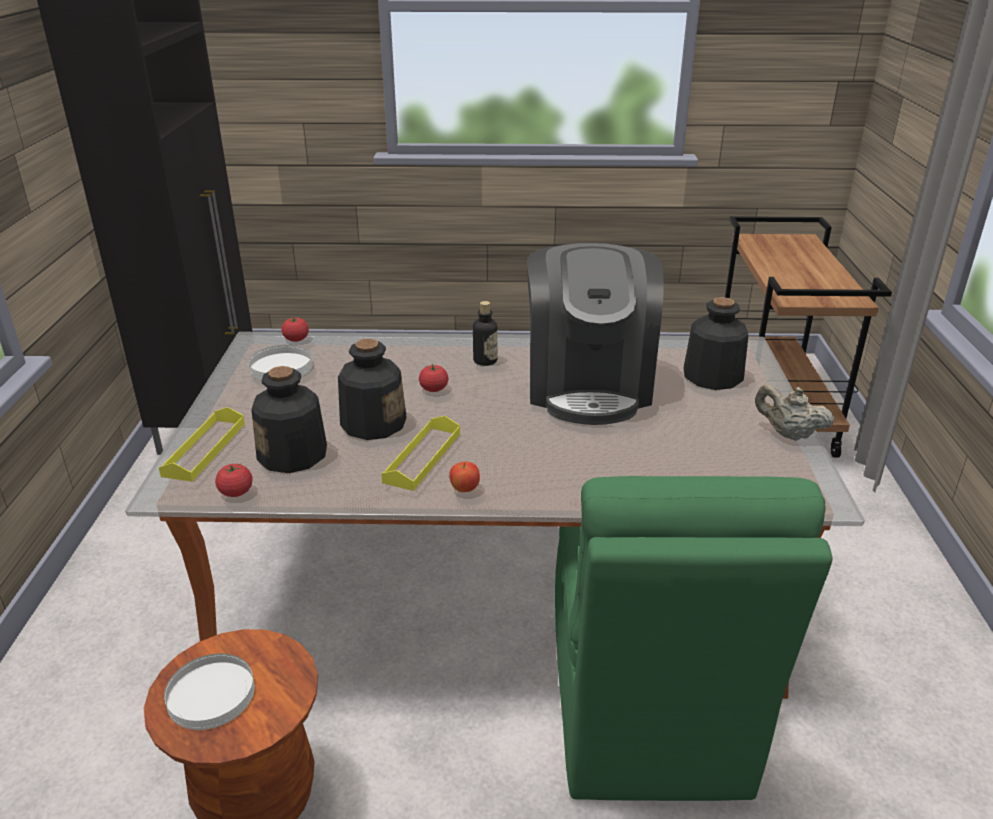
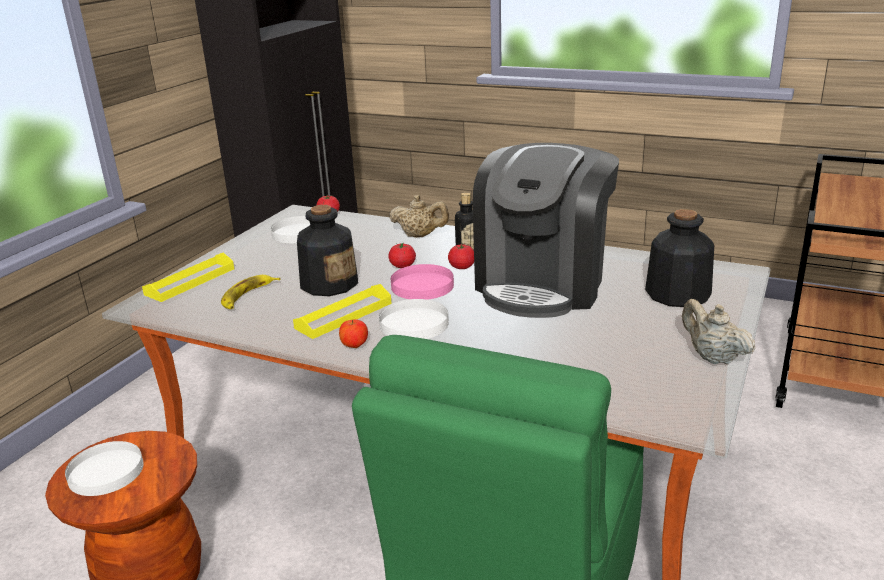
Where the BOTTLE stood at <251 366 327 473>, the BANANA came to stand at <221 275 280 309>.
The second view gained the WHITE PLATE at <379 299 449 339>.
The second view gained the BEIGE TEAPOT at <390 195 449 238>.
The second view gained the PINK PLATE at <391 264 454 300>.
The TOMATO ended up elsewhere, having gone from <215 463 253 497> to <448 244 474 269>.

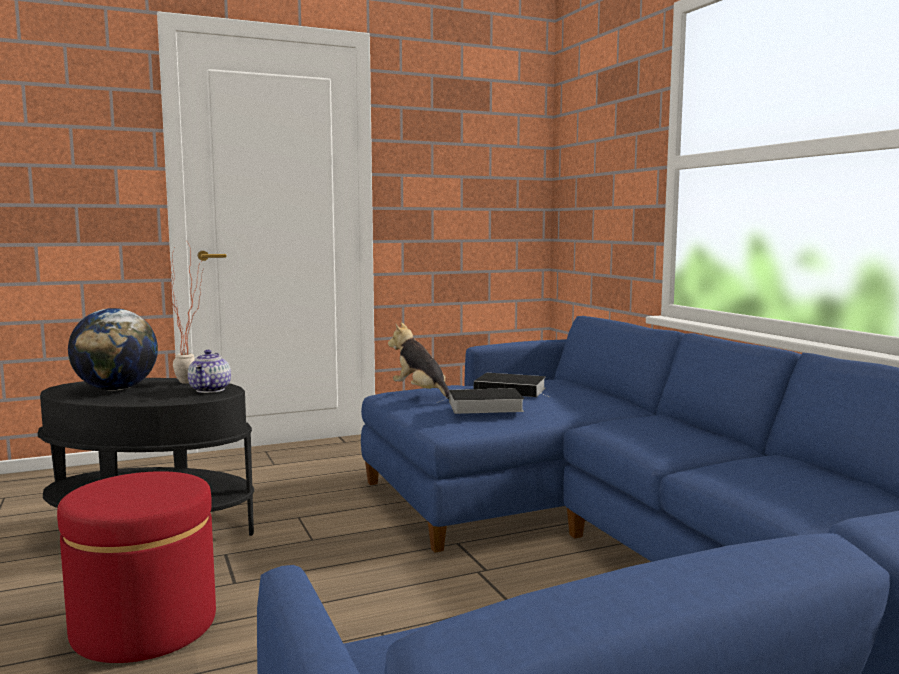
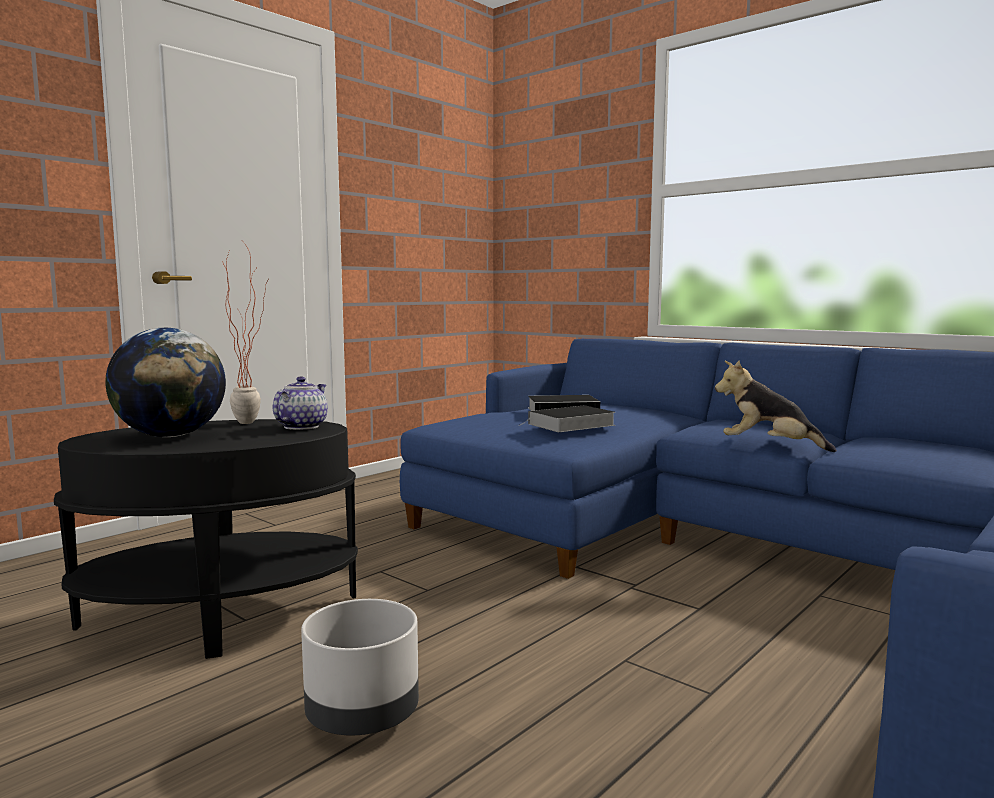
The TEAPOT at <188 350 231 393> ended up facing another way, 135 degrees counterclockwise from before.
Where the RED OTTOMAN stood at <57 471 216 663>, the GREY PLANTER came to stand at <301 599 419 735>.
The PLUSH TOY ended up elsewhere, having gone from <388 322 449 399> to <715 360 837 452>.

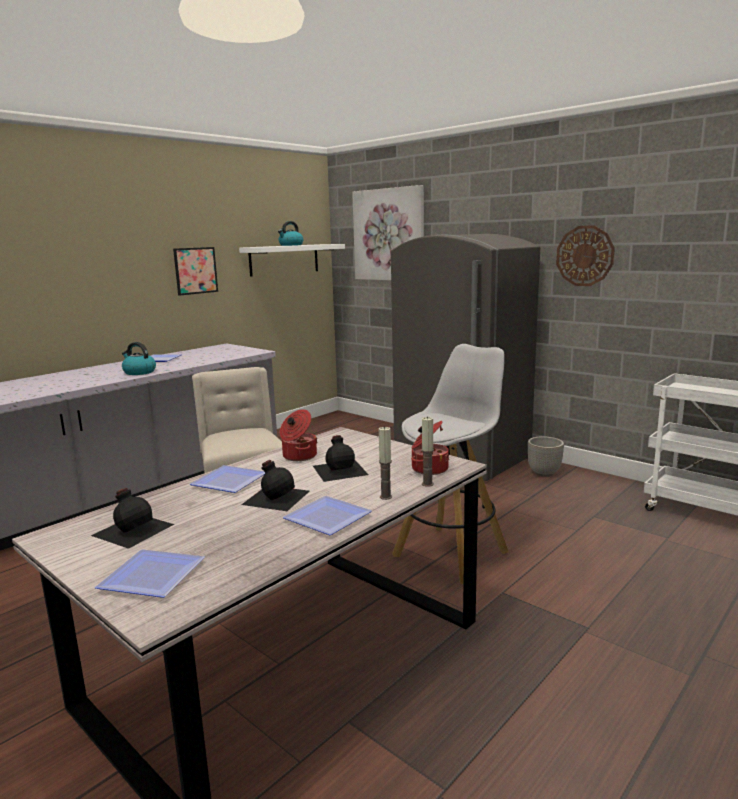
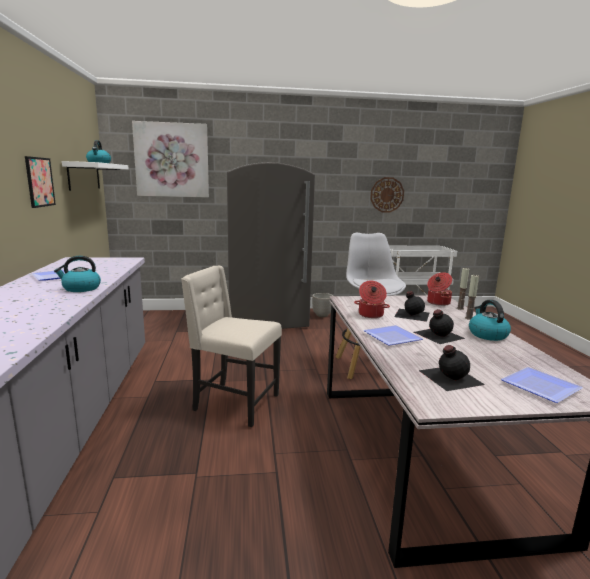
The WALL CLOCK ended up elsewhere, having gone from <556 225 615 286> to <370 177 404 213>.
Where the PLATE stood at <283 496 372 535>, the KETTLE came to stand at <469 300 511 341>.

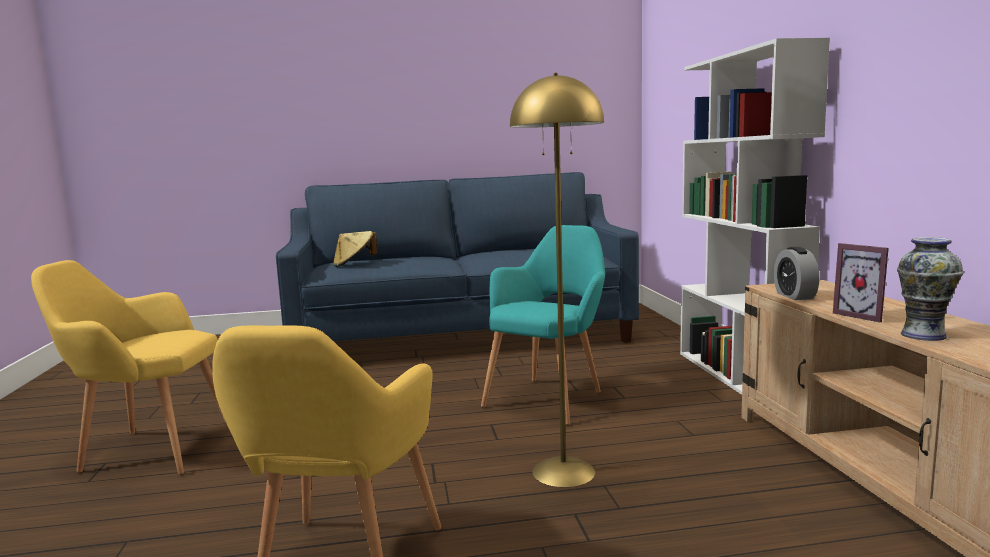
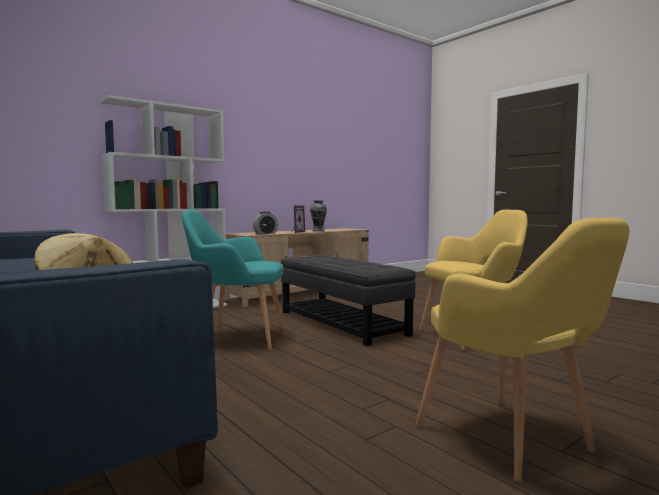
Where the YELLOW FLOOR LAMP stood at <510 73 604 487>, the BLACK OTTOMAN came to stand at <281 255 416 346>.

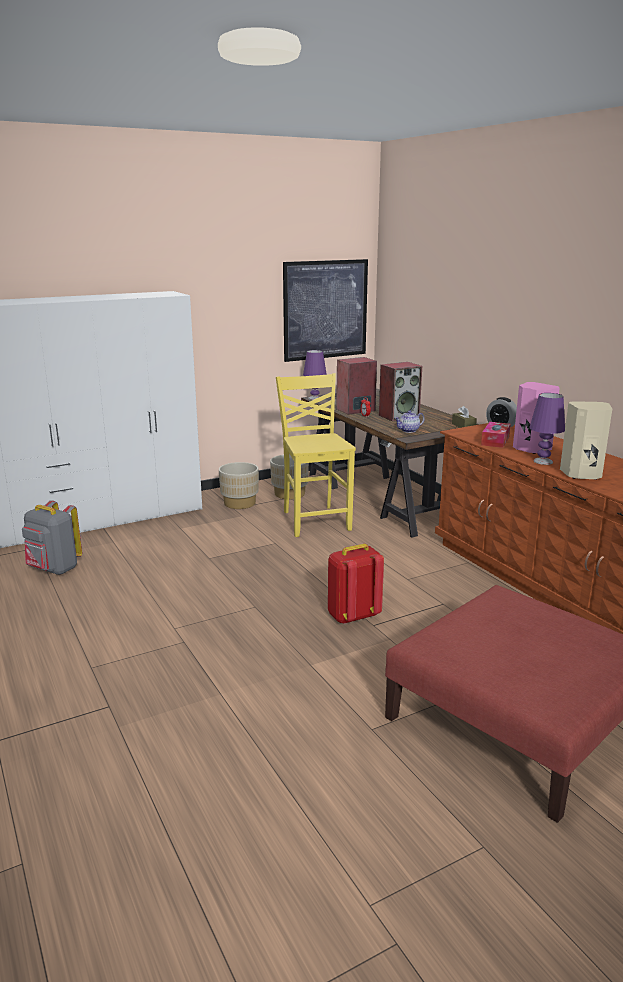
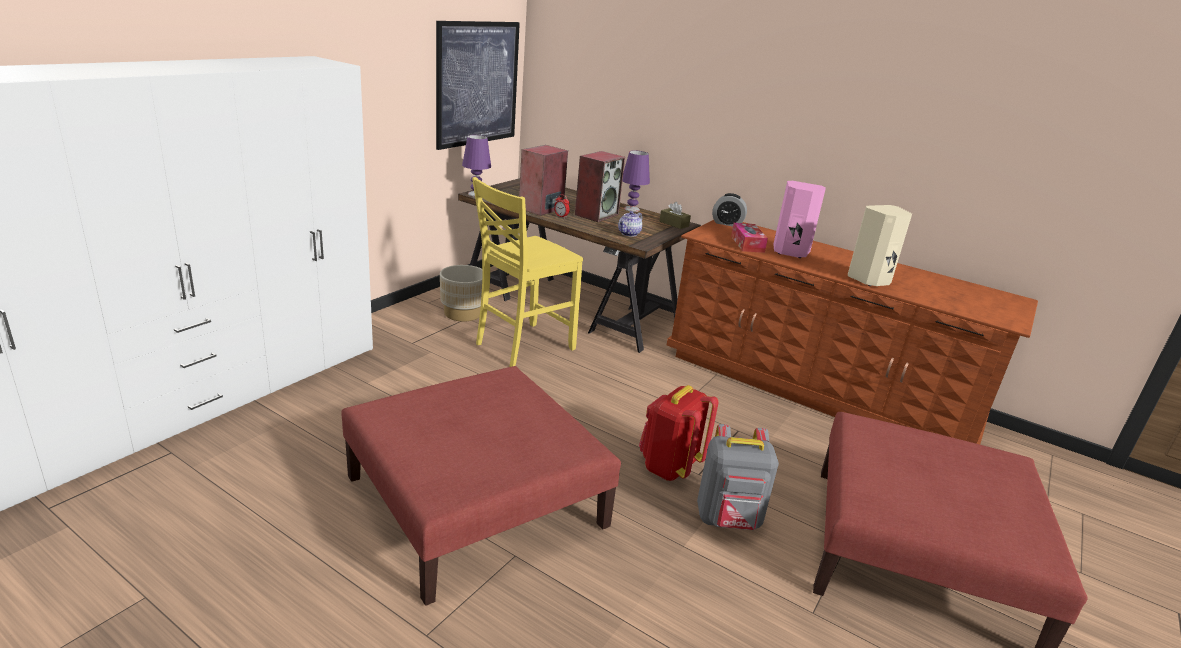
The second view gained the RED OTTOMAN at <341 366 621 606>.
The YELLOW CHAIR at <276 373 356 537> ended up facing another way, 90 degrees counterclockwise from before.
The PURPLE TABLE LAMP ended up elsewhere, having gone from <529 393 565 465> to <622 151 650 212>.
The GREY BACKPACK ended up elsewhere, having gone from <22 500 82 575> to <697 424 779 530>.
The second view lost the BEIGE PLANTER at <219 462 259 509>.

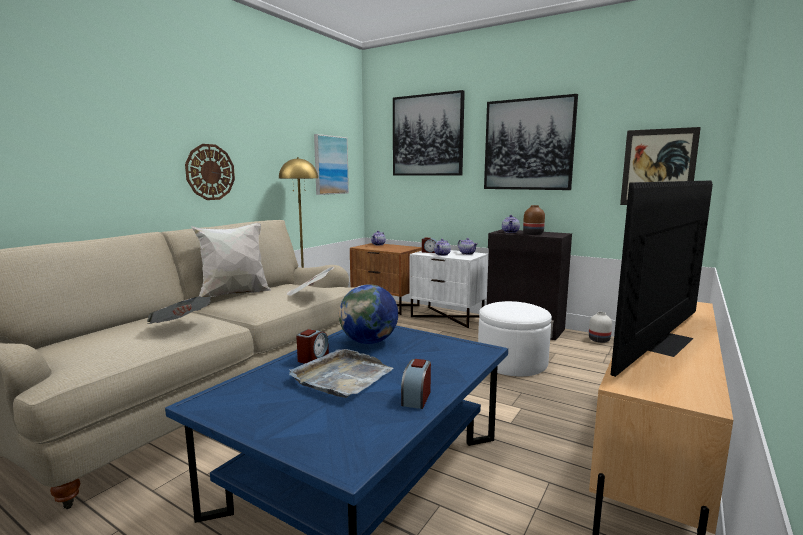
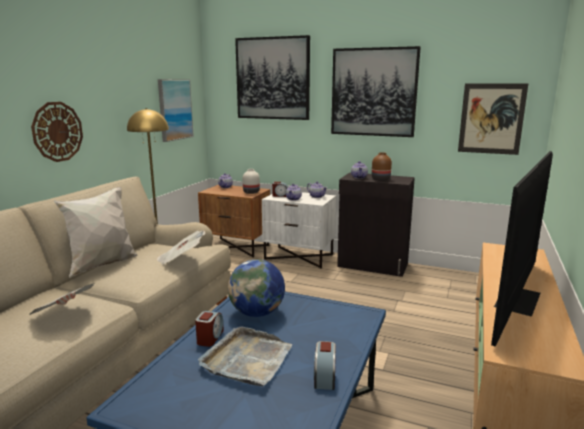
The WHITE VASE ended up elsewhere, having gone from <589 312 612 343> to <243 169 260 194>.
The second view lost the WHITE OTTOMAN at <478 301 552 376>.

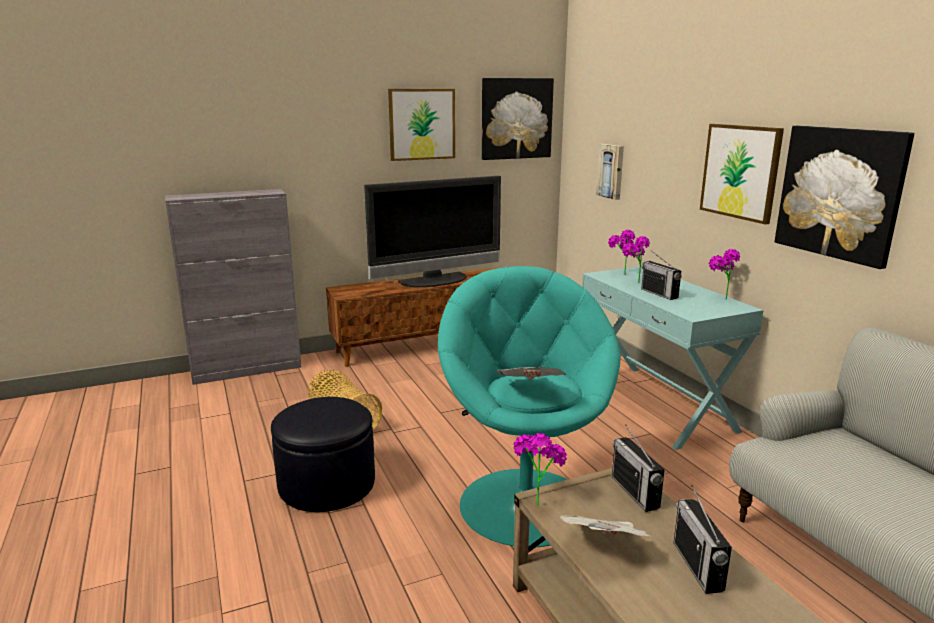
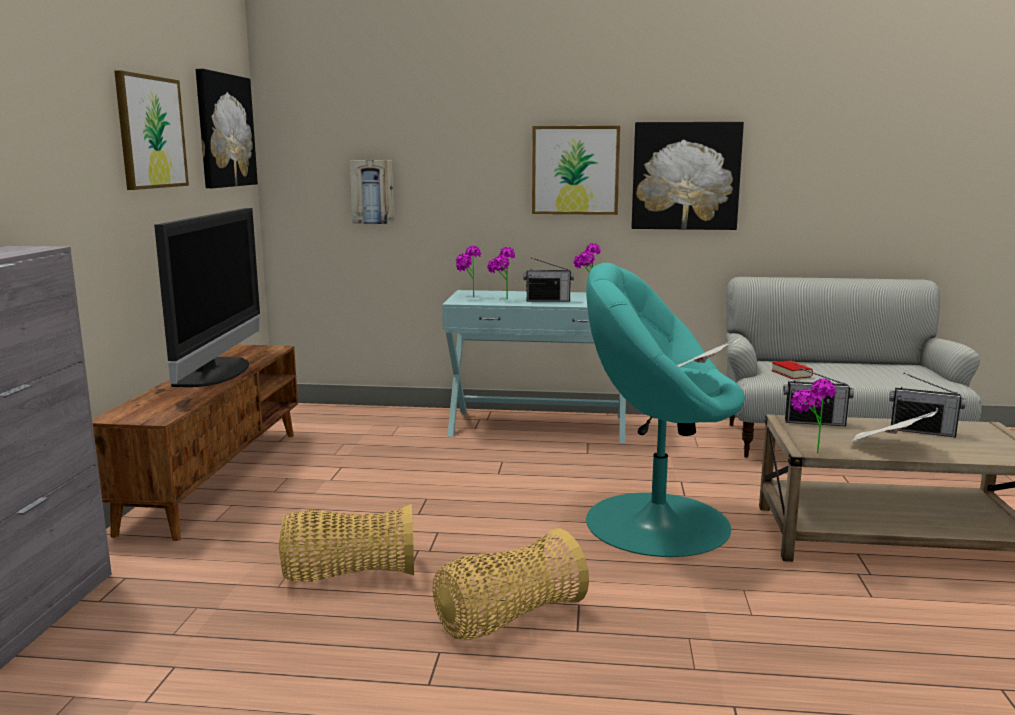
Where the BLACK OTTOMAN stood at <271 397 375 512>, the BASKET came to stand at <433 528 589 640>.
The second view gained the BOOK at <771 361 813 379>.

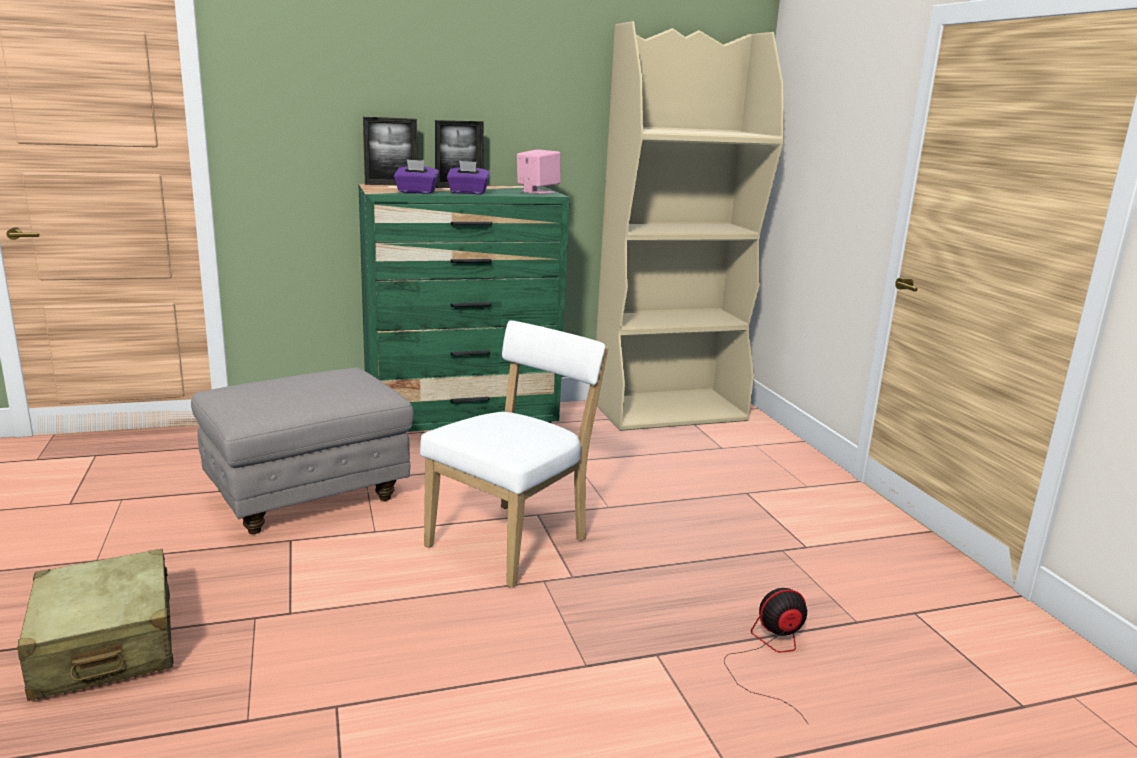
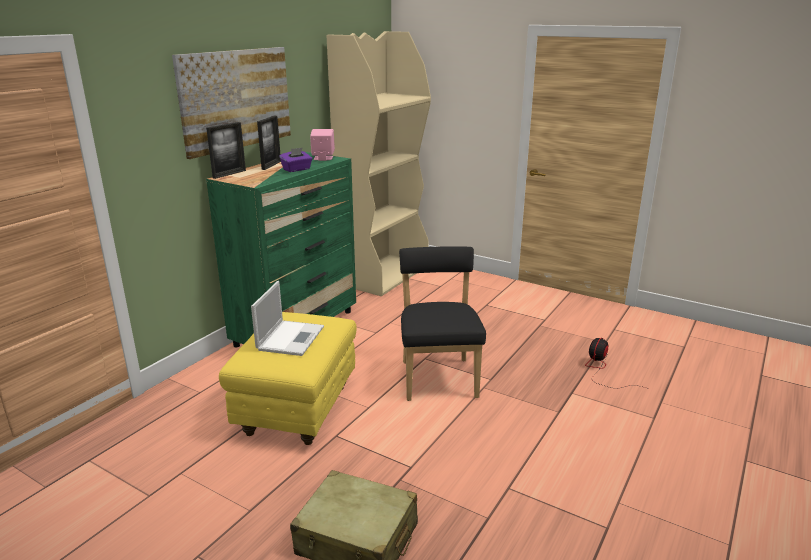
The second view gained the PICTURE at <172 47 291 159>.
What was the GREY OTTOMAN at <191 367 414 534> turned into the YELLOW OTTOMAN at <219 312 357 445>.
The second view gained the LAPTOP at <251 281 324 356>.
What was the WHITE CHAIR at <420 320 608 588> turned into the BLACK CHAIR at <399 246 486 401>.
The second view lost the PURPLE TISSUE BOX at <394 159 439 194>.

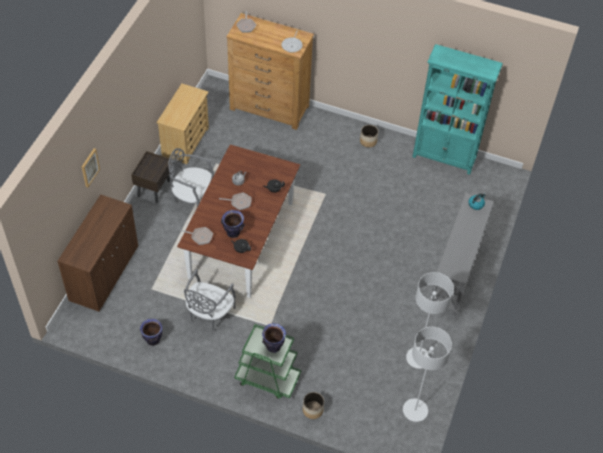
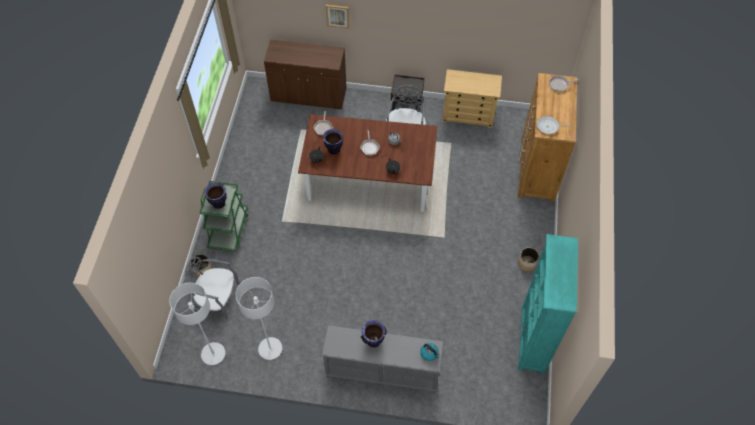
The GREY CHAIR ended up elsewhere, having gone from <184 269 236 331> to <184 257 239 320>.
The VASE ended up elsewhere, having gone from <140 319 162 346> to <361 320 387 347>.

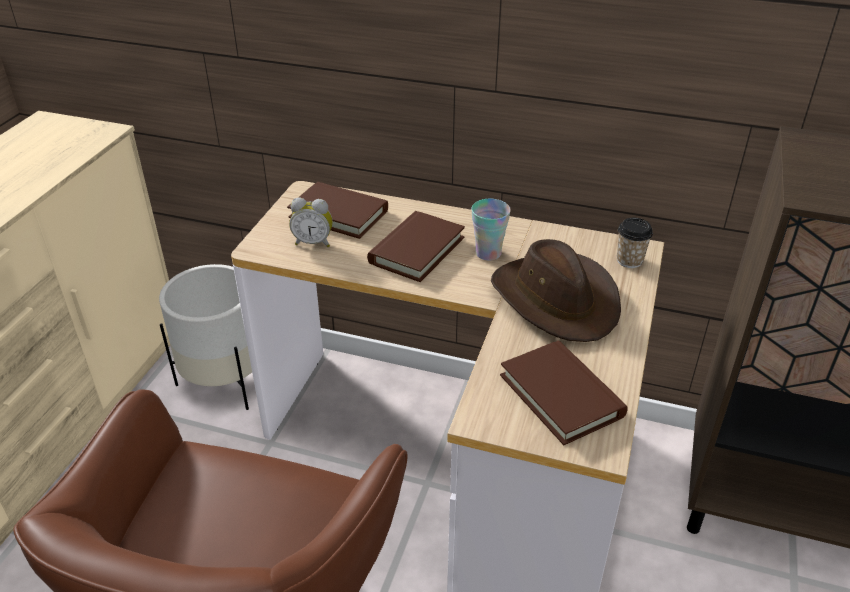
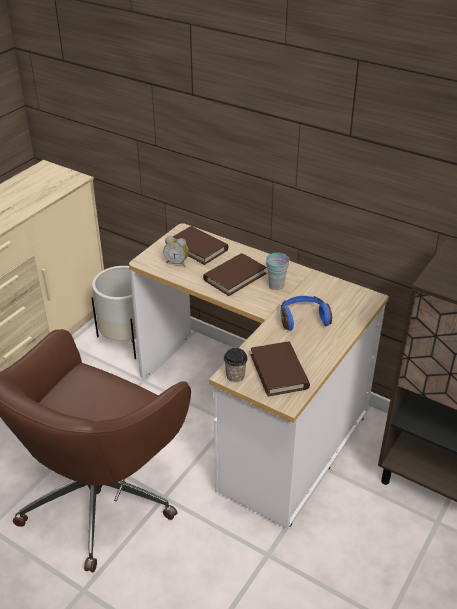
The CUP ended up elsewhere, having gone from <617 218 653 268> to <224 348 248 383>.
Where the BROWN HAT stood at <491 239 621 342>, the BLUE HEADPHONES came to stand at <280 296 332 331>.

